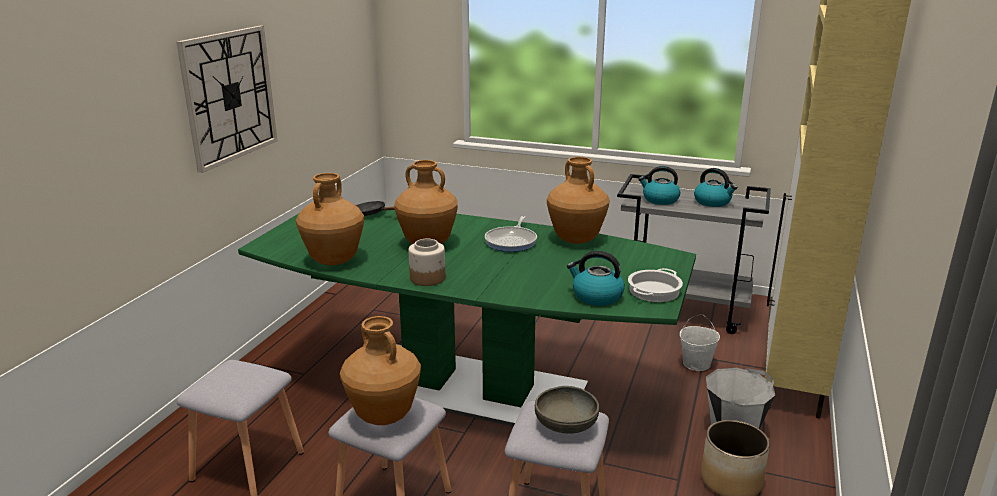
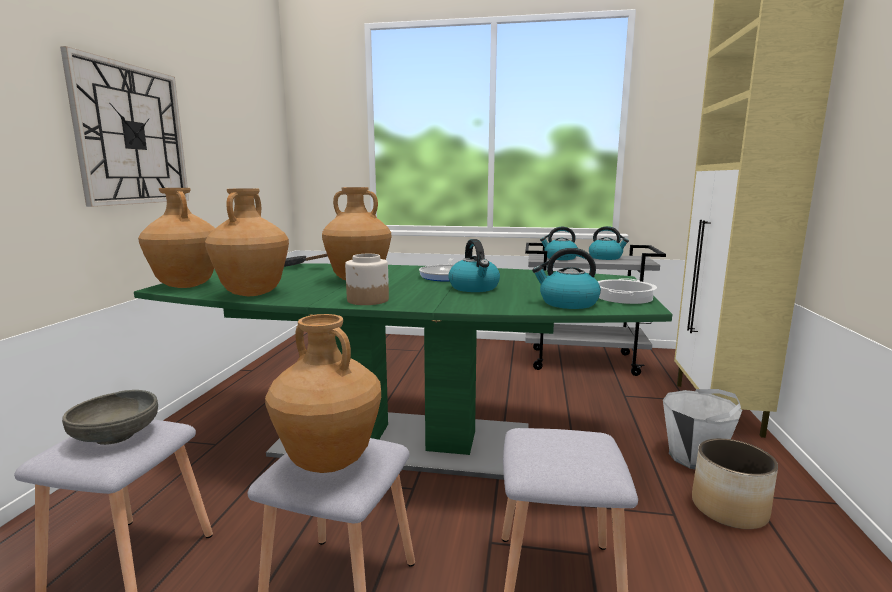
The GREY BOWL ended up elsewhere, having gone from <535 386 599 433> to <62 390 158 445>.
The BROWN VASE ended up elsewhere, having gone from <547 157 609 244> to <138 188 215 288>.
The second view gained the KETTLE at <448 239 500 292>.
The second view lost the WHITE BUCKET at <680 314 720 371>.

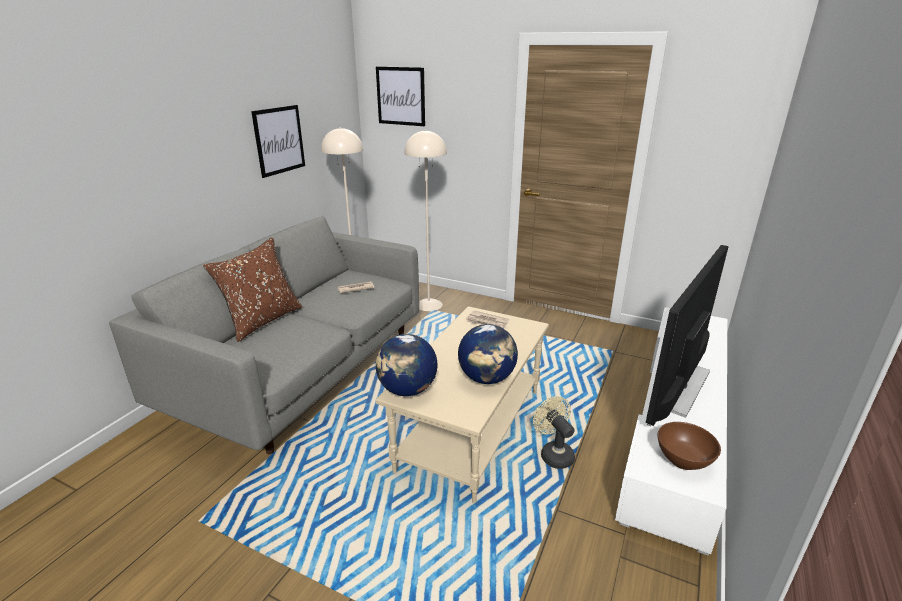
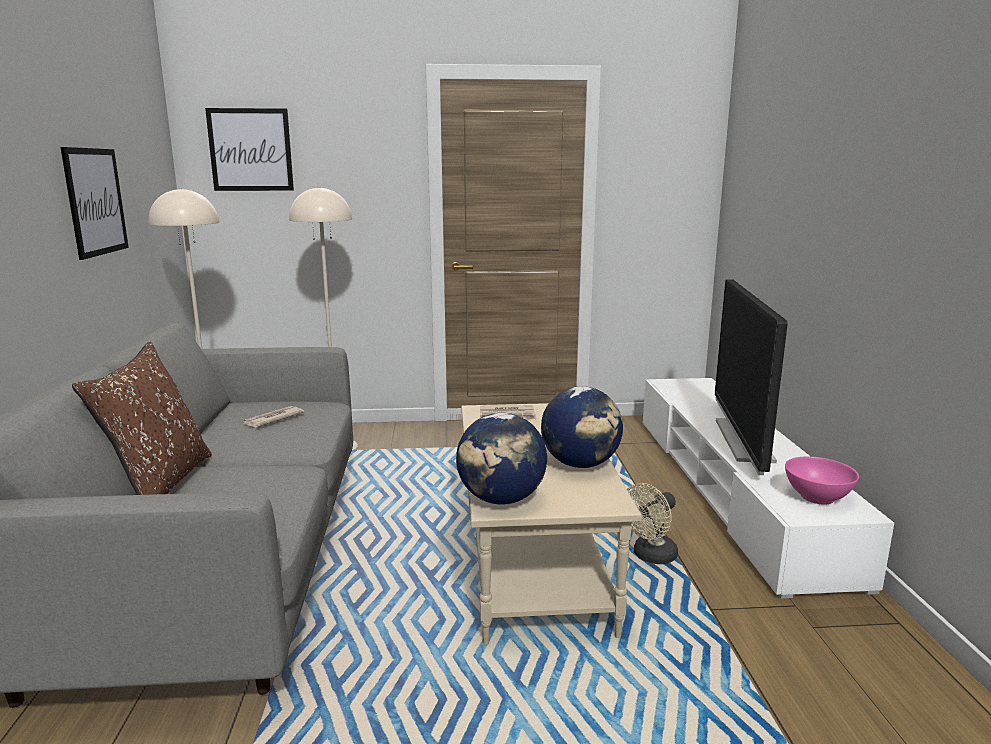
The BEIGE FAN at <533 396 575 469> ended up facing another way, 75 degrees counterclockwise from before.
What was the BROWN BOWL at <658 422 721 470> turned into the PINK BOWL at <785 456 859 504>.

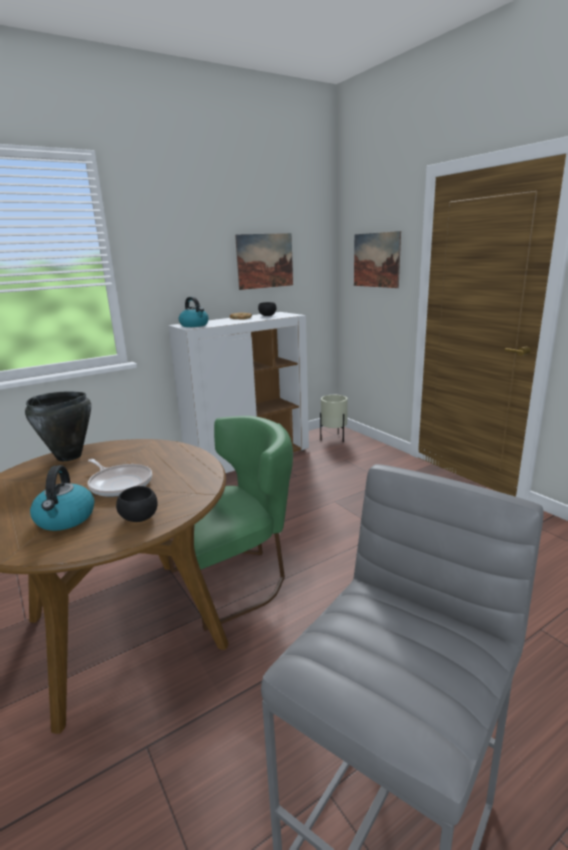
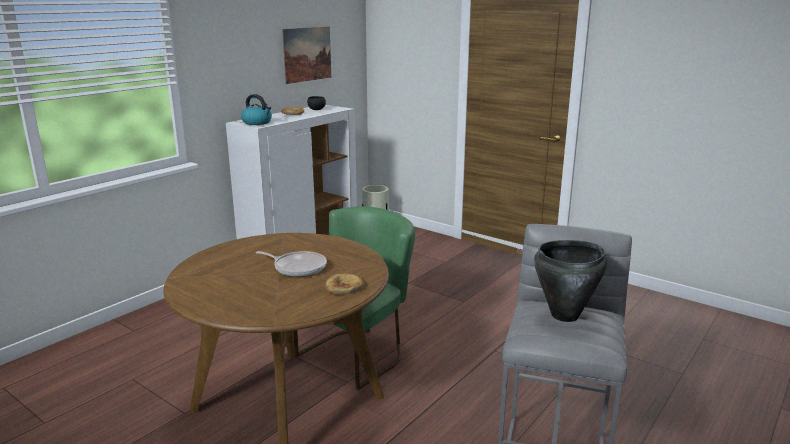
Where the BLACK BOWL stood at <116 486 158 522>, the BREAD came to stand at <326 273 363 295>.
The BLACK COOKING POT ended up elsewhere, having gone from <25 391 91 461> to <534 240 607 322>.
The second view lost the KETTLE at <30 465 94 531>.
The second view lost the PICTURE at <354 231 401 288>.

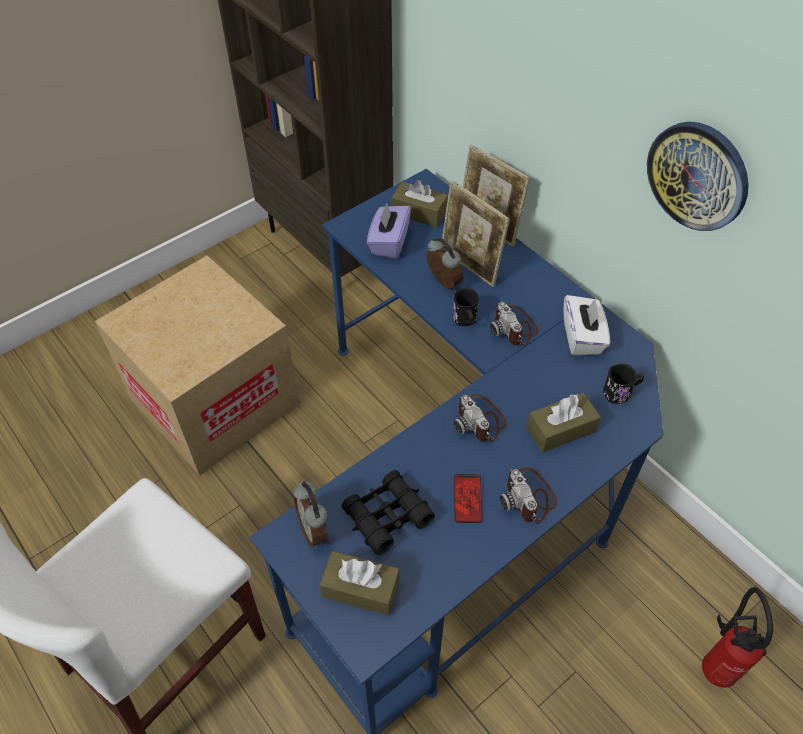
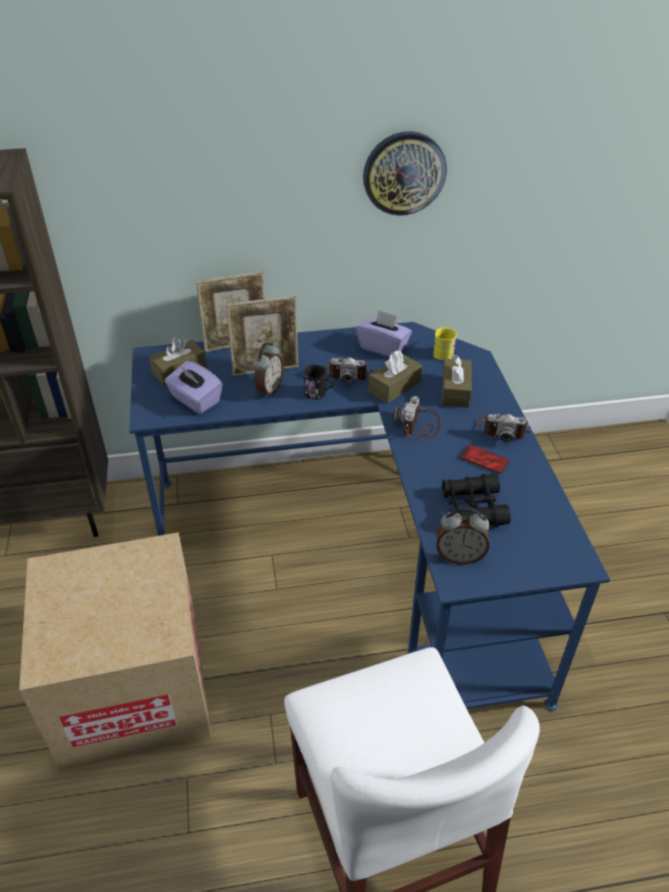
The ALARM CLOCK at <427 238 464 290> ended up facing another way, 120 degrees clockwise from before.
What was the WHITE TISSUE BOX at <563 295 610 355> turned into the PURPLE TISSUE BOX at <356 310 412 357>.
The BROWN TISSUE BOX ended up elsewhere, having gone from <320 551 400 616> to <368 351 422 403>.
The PHOTO CAMERA at <454 394 507 442> ended up facing another way, 105 degrees clockwise from before.
What was the BLACK MUG at <603 364 644 404> turned into the YELLOW MUG at <433 328 457 361>.
The second view lost the FIRE EXTINGUISHER at <702 587 773 688>.

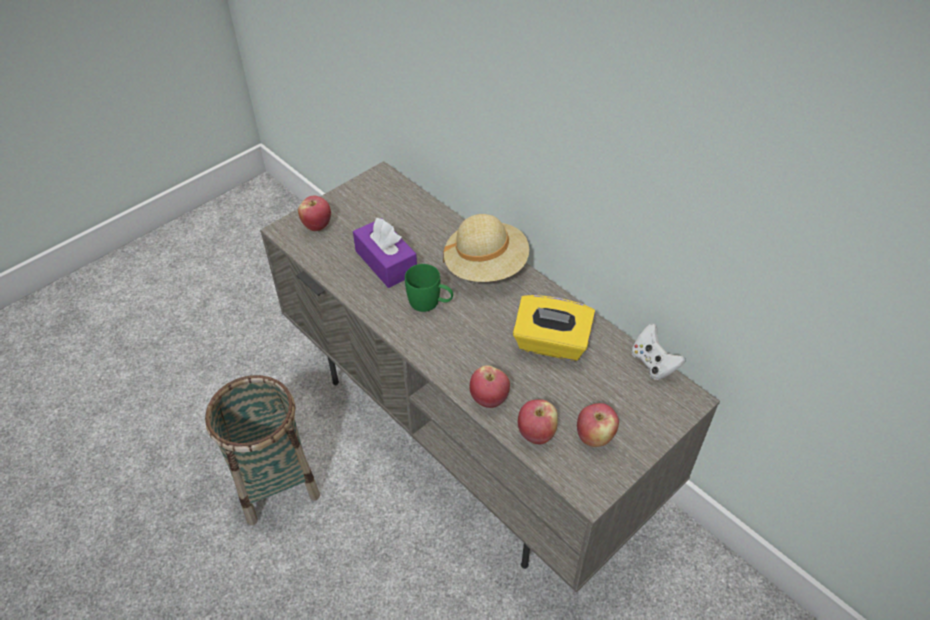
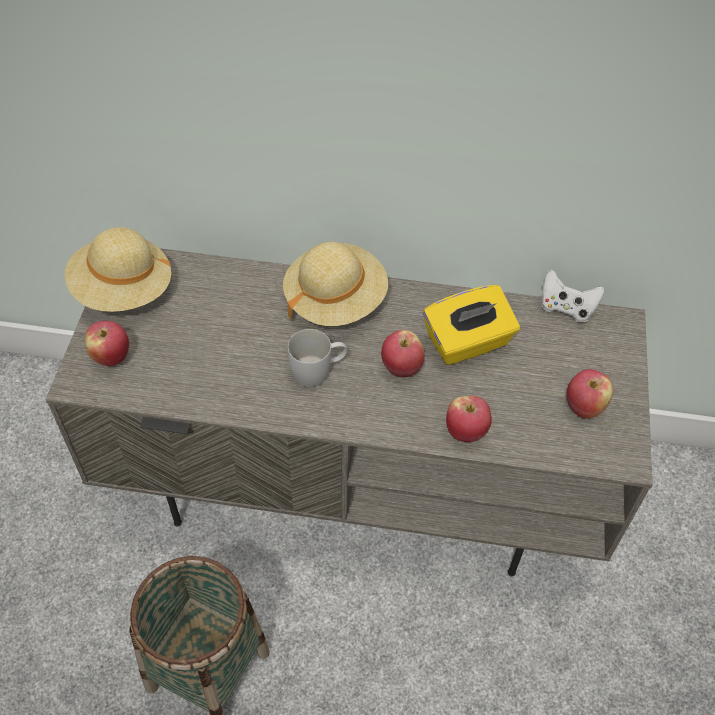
The second view gained the BEIGE HAT at <65 227 173 312>.
What was the GREEN MUG at <405 264 453 312> turned into the WHITE MUG at <288 329 347 387>.
The APPLE ended up elsewhere, having gone from <518 399 558 444> to <381 330 425 377>.
The second view lost the PURPLE TISSUE BOX at <353 218 417 288>.

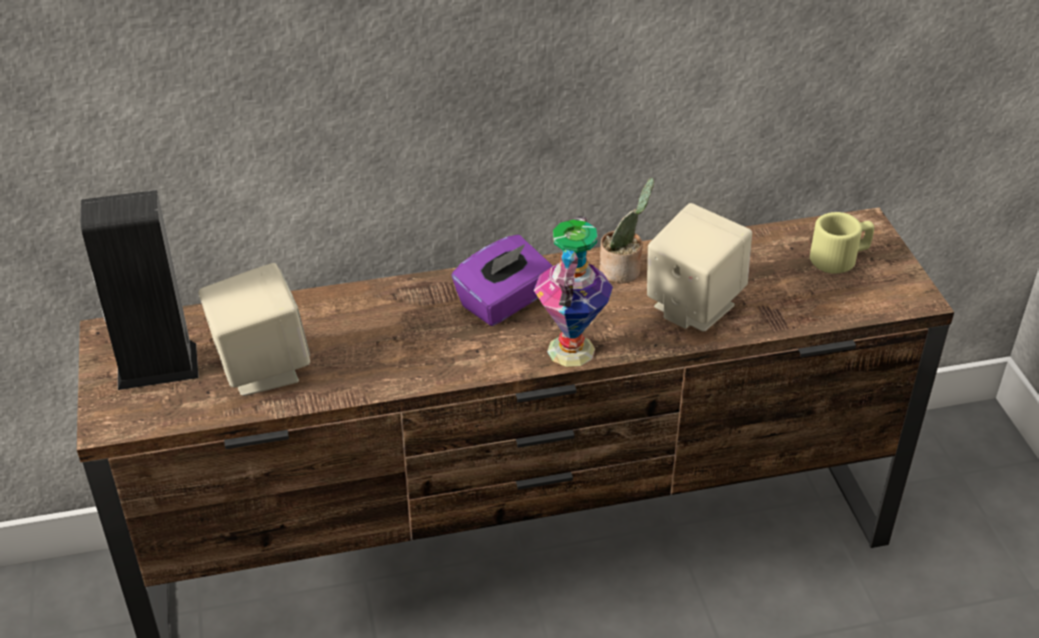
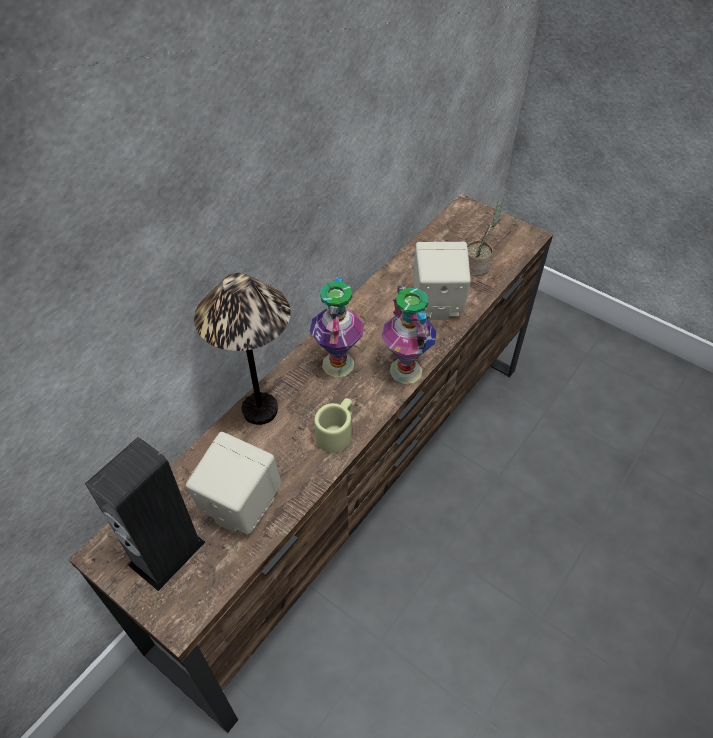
The second view gained the TABLE LAMP at <194 273 291 425>.
Where the PURPLE TISSUE BOX stood at <452 235 553 326>, the VASE came to stand at <310 277 364 378>.
The BEIGE MUG ended up elsewhere, having gone from <810 212 874 273> to <314 398 353 453>.
The POTTED PLANT ended up elsewhere, having gone from <599 178 654 284> to <467 200 502 276>.

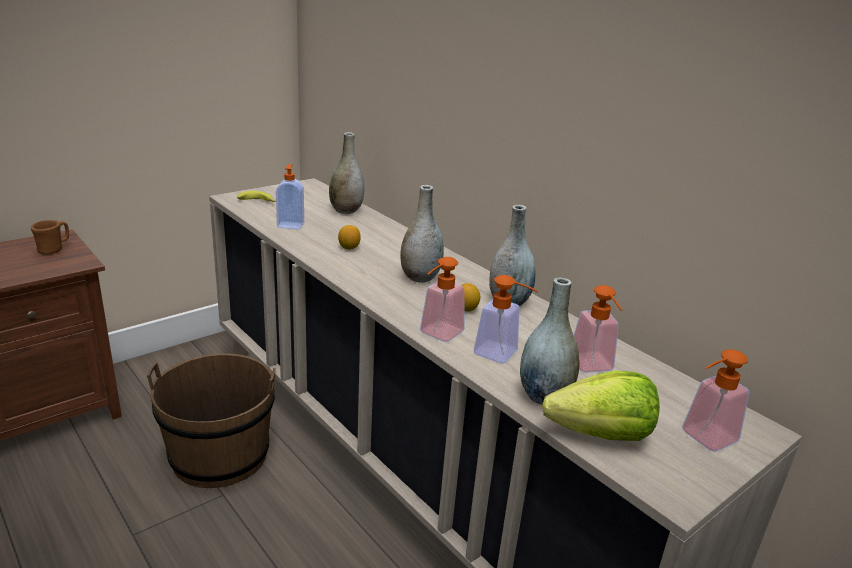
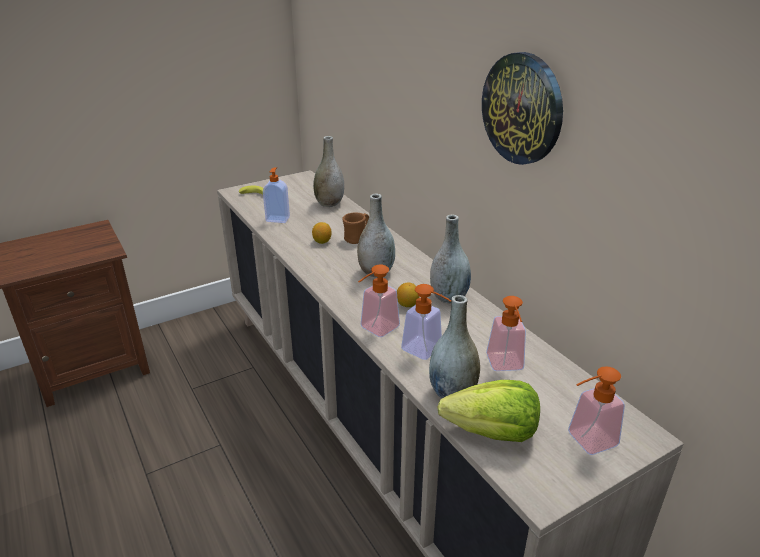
The BROWN MUG ended up elsewhere, having gone from <31 220 69 255> to <342 213 369 244>.
The second view gained the WALL CLOCK at <482 52 563 165>.
The second view lost the BROWN BUCKET at <147 353 276 488>.

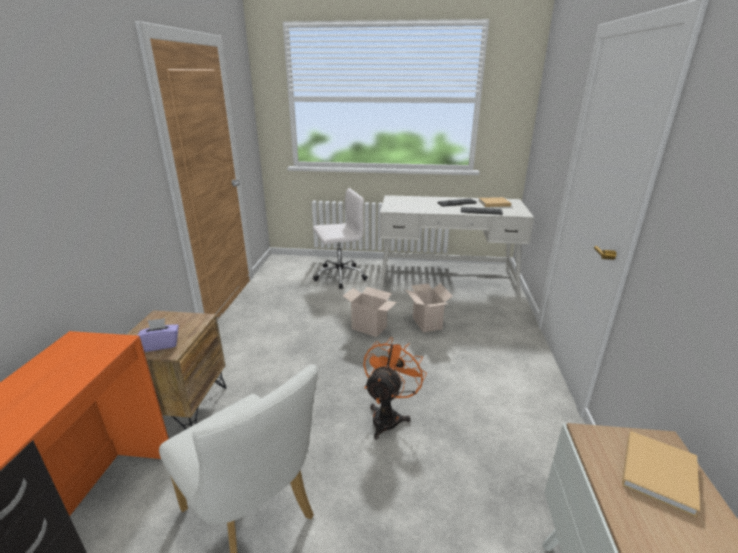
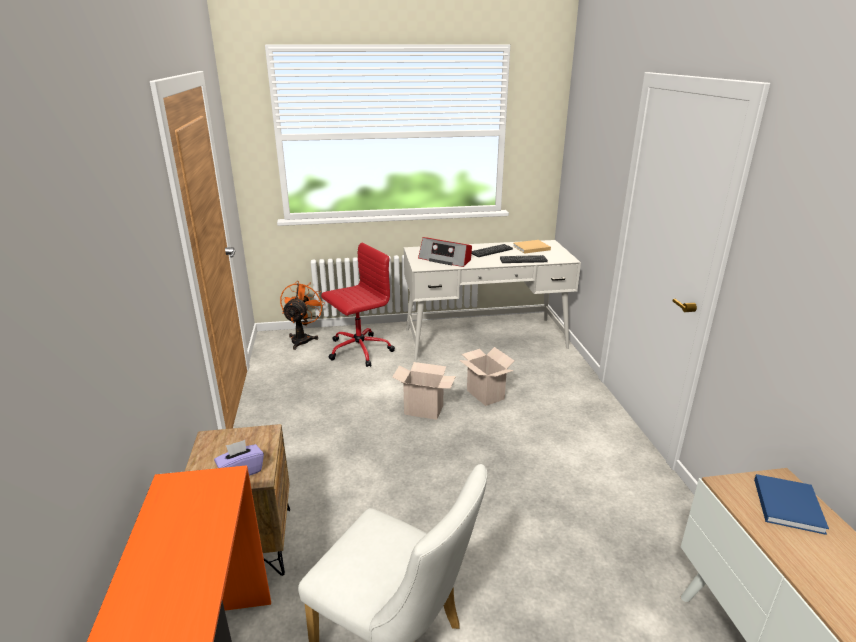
The ORANGE FAN ended up elsewhere, having gone from <363 337 427 440> to <280 281 325 350>.
What was the WHITE OFFICE CHAIR at <313 188 367 289> turned into the RED OFFICE CHAIR at <321 243 395 367>.
The second view gained the RADIO at <418 237 472 267>.
What was the BEIGE BOOK at <622 431 700 517> turned into the BLUE BOOK at <754 474 829 535>.

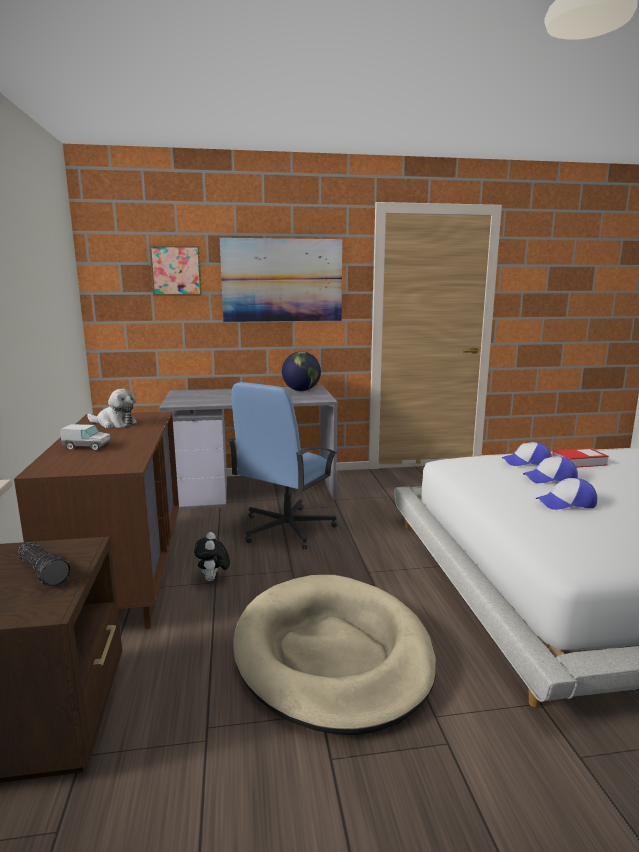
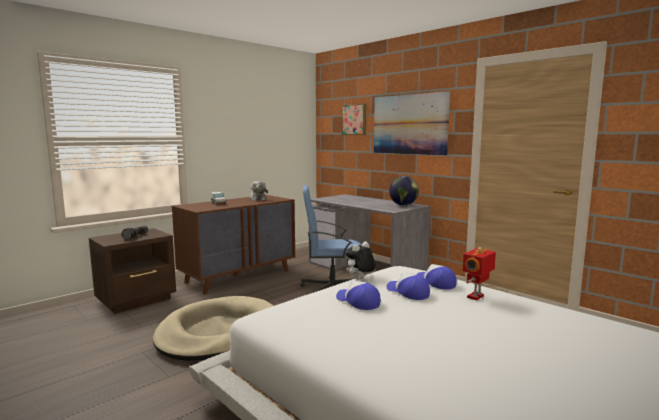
The PLUSH TOY ended up elsewhere, having gone from <194 532 230 581> to <345 242 375 279>.
Where the BOOK stood at <552 448 609 468>, the TOY ROBOT came to stand at <463 247 496 300>.

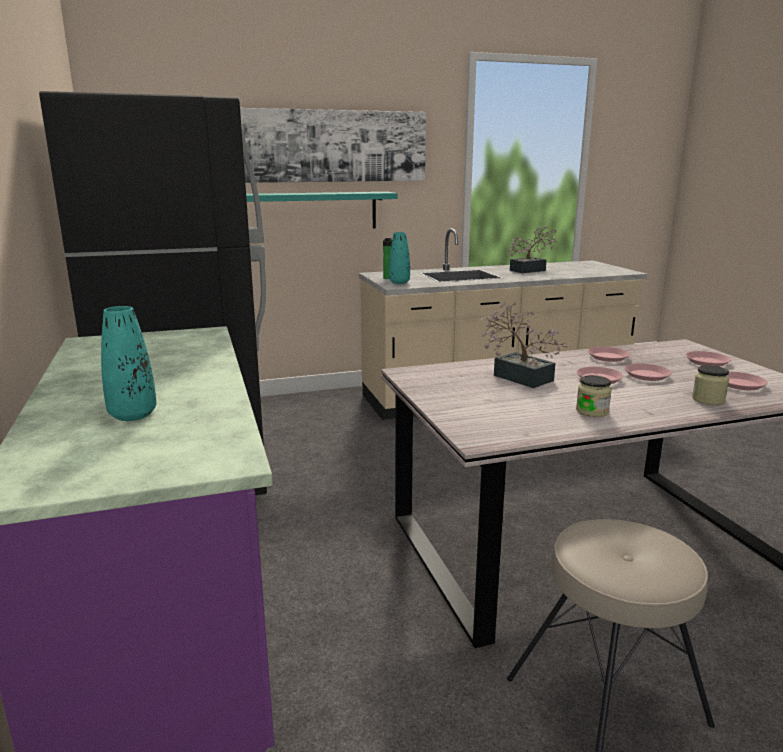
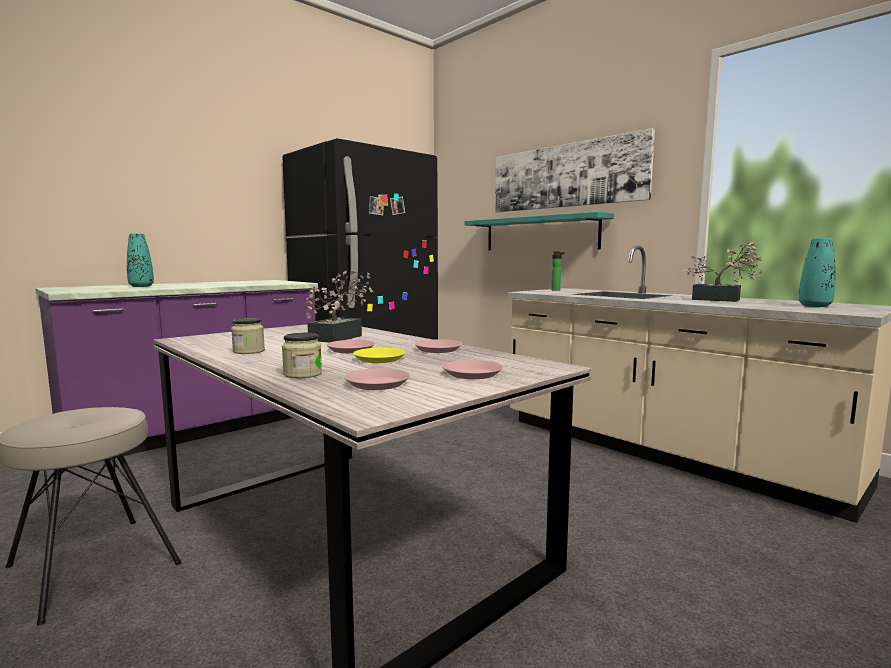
What was the PINK PLATE at <625 363 671 381> turned into the YELLOW PLATE at <353 348 406 363>.
The TURQUOISE VASE ended up elsewhere, having gone from <389 232 410 284> to <798 238 836 307>.

